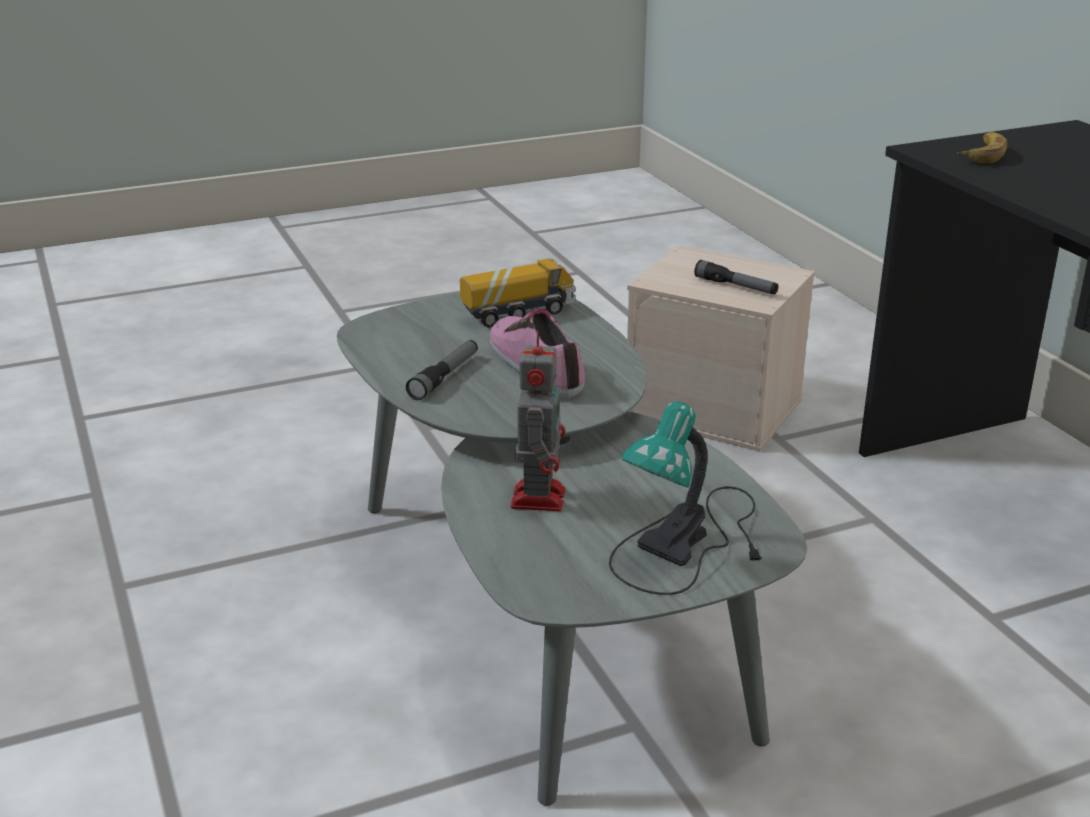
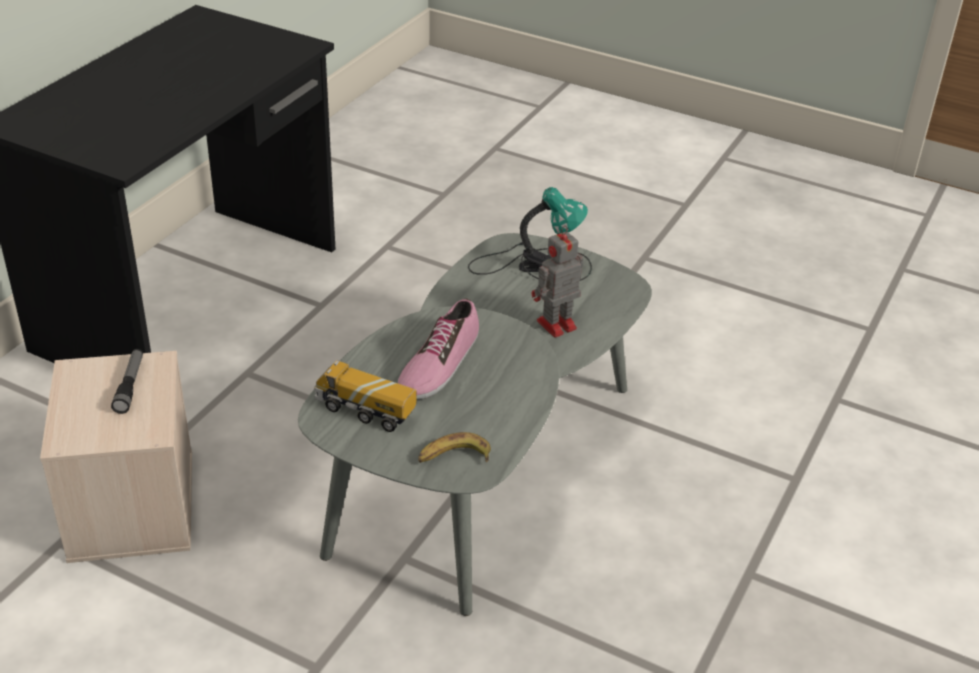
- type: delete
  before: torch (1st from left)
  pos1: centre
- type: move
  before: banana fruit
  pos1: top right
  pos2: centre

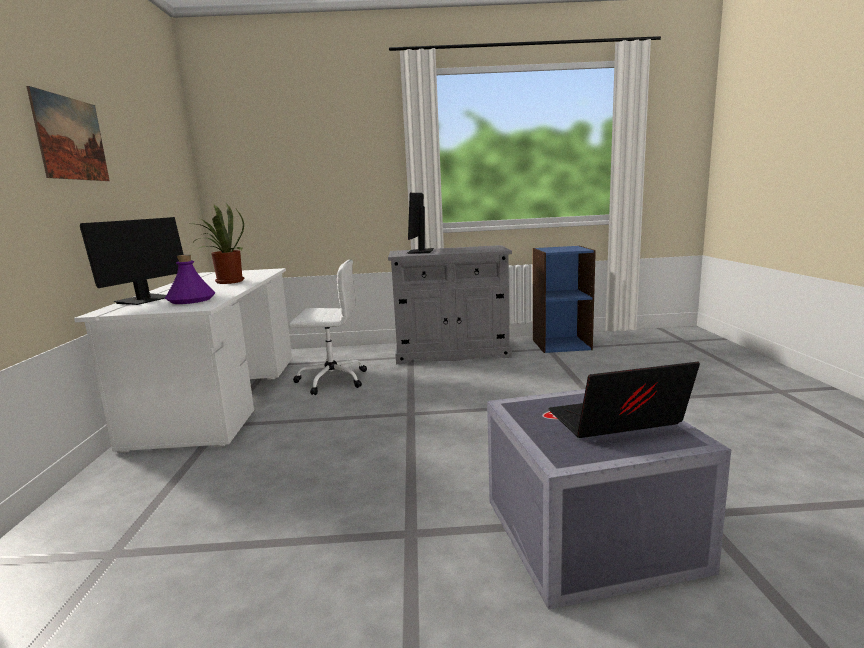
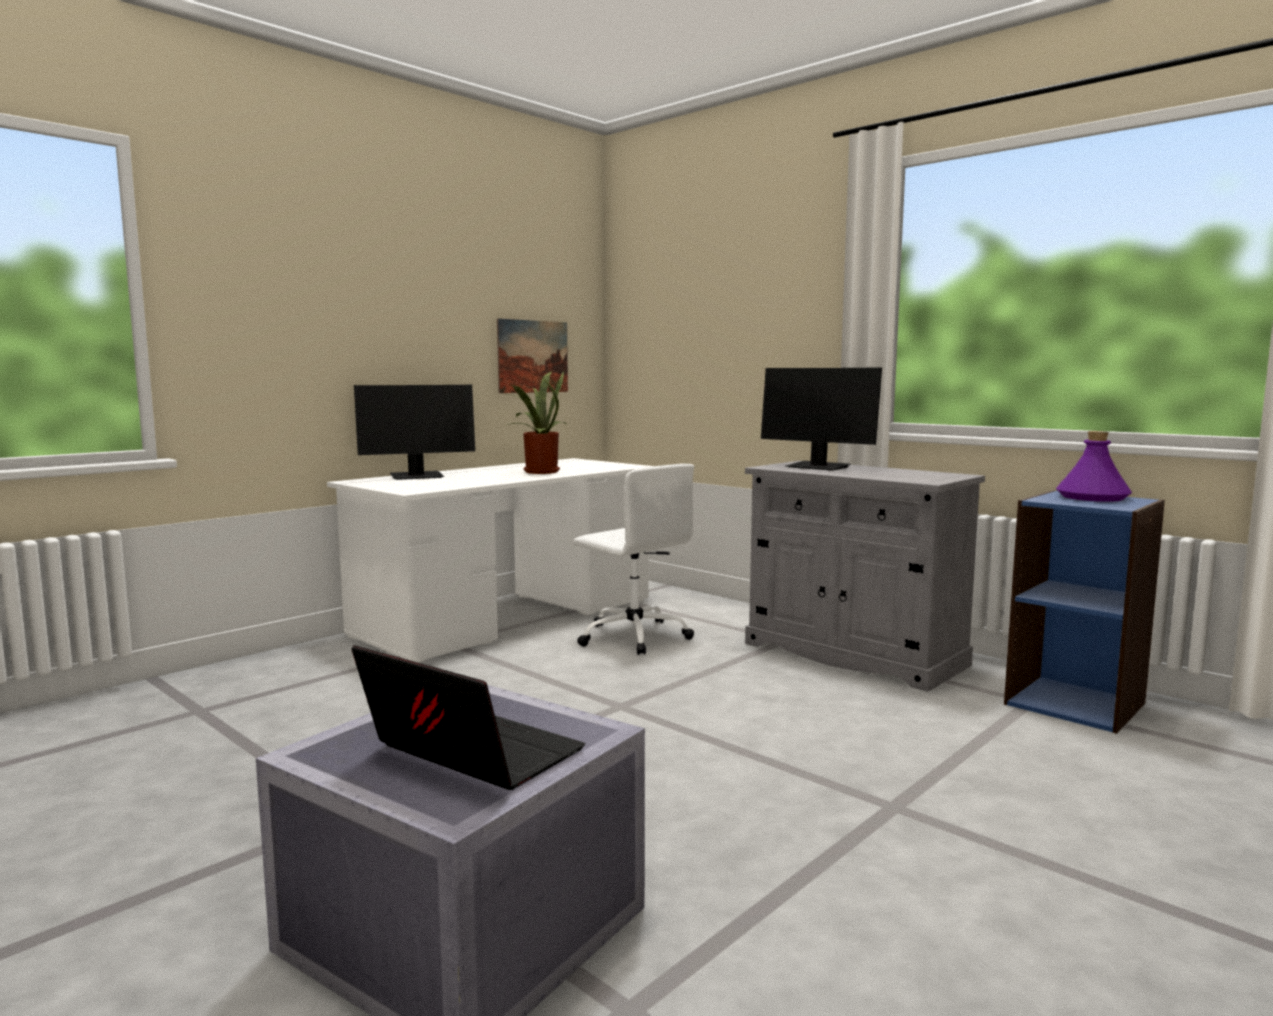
- type: move
  before: wall art
  pos1: top left
  pos2: centre
- type: move
  before: purple-coloured drink bottle
  pos1: middle left
  pos2: middle right
- type: rotate
  before: monitor (2nd from left)
  pos1: centre
  pos2: centre
  turn: -105

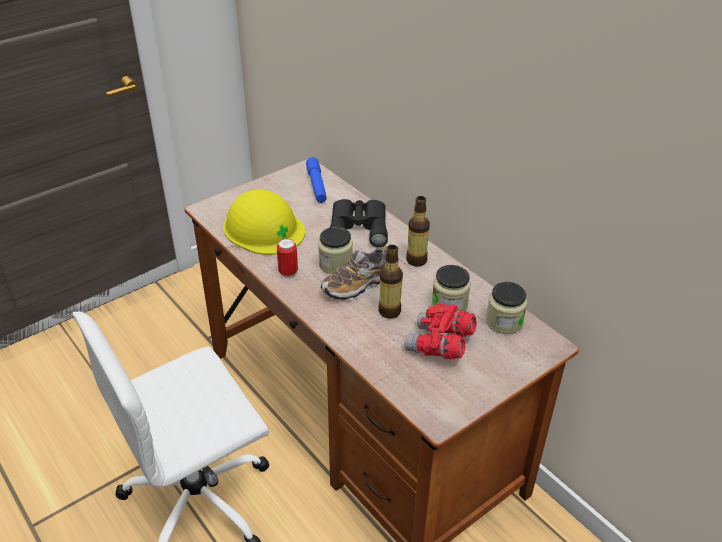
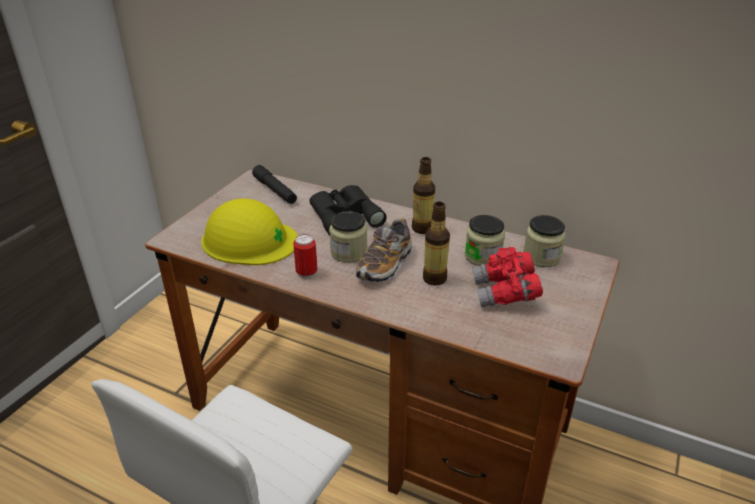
- type: recolor
  before: bluish torch
  after: blackish torch
  pos1: top centre
  pos2: centre

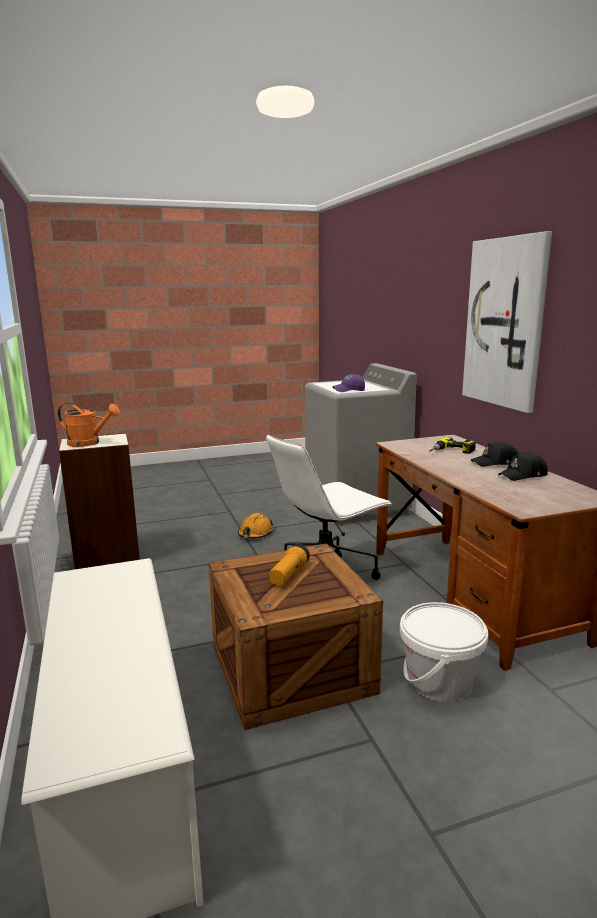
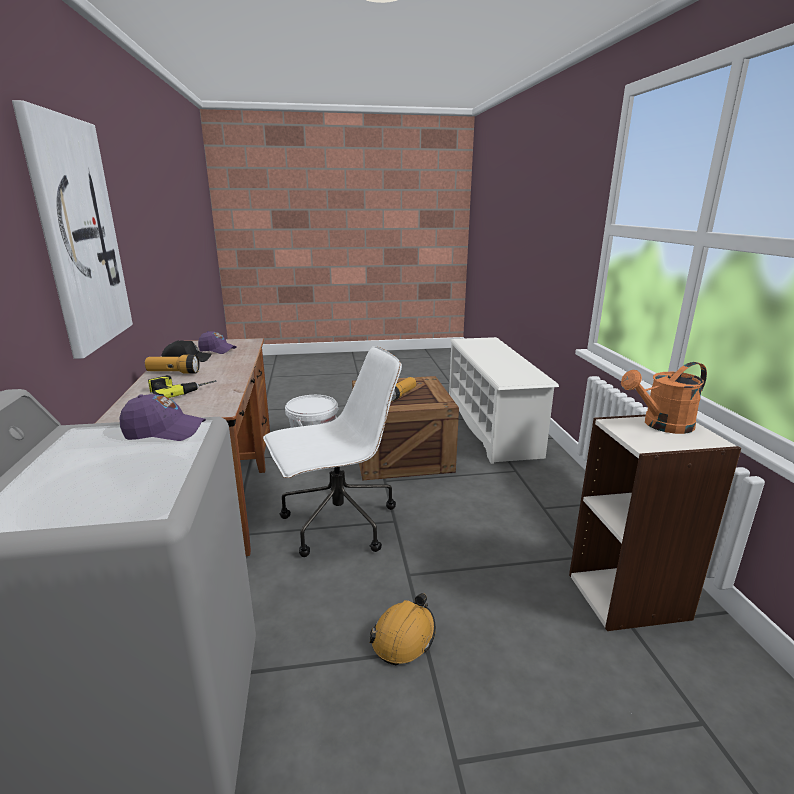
- type: insert
  after: purple-coloured peaked cap (2nd from left)
  pos2: middle left
- type: replace
  before: blackish peaked cap (1st from left)
  after: torch (1st from left)
  pos1: middle right
  pos2: middle left
- type: rotate
  before: orange watering pot
  pos1: middle left
  pos2: middle right
  turn: -45

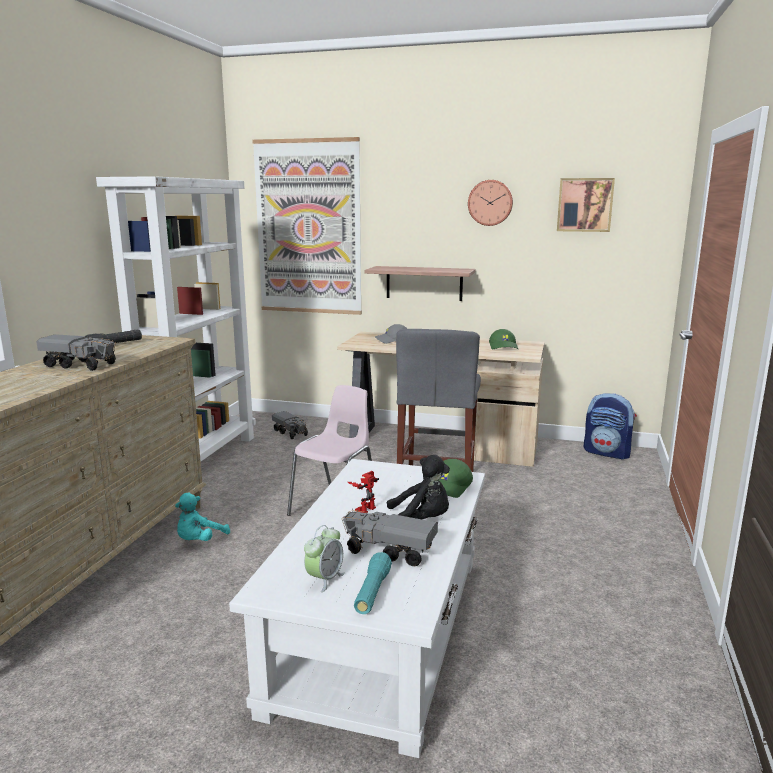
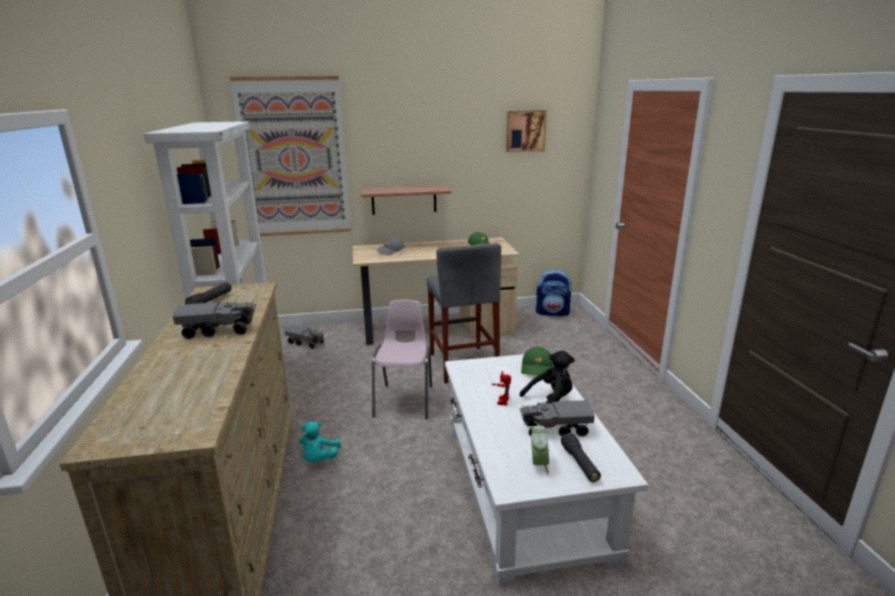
- type: delete
  before: wall clock
  pos1: top centre
- type: recolor
  before: turquoise-coloured torch
  after: blackish torch (2nd from left)
  pos1: bottom centre
  pos2: bottom centre

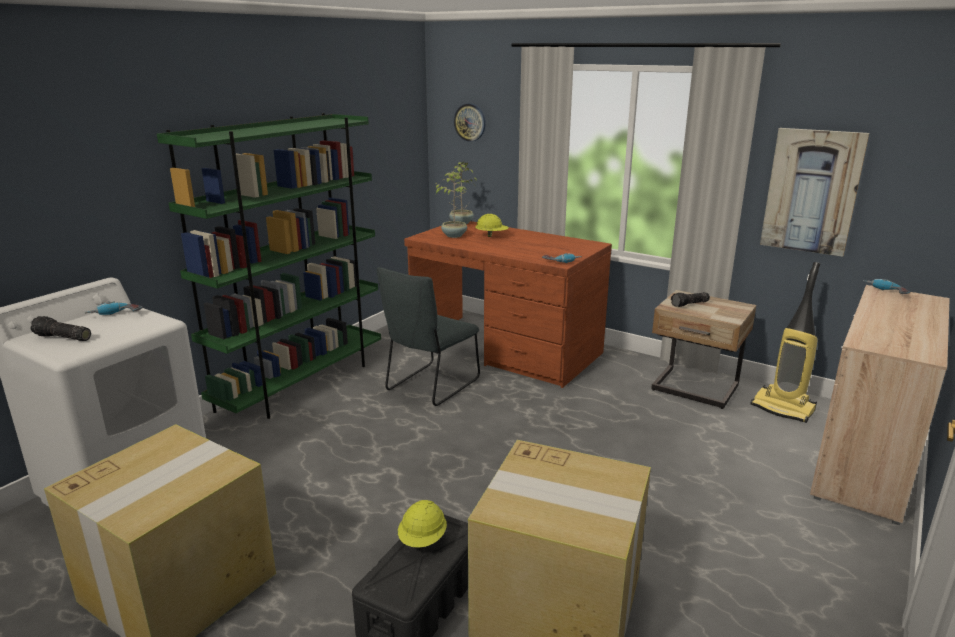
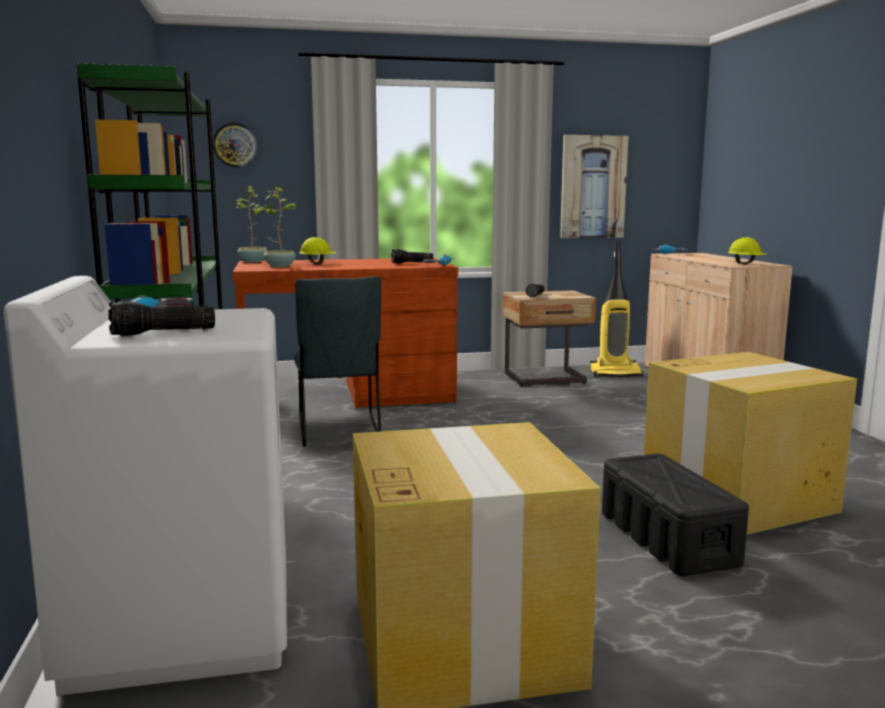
- type: insert
  after: torch (2nd from left)
  pos2: centre
- type: move
  before: yellow-coloured work helmet (1st from left in the first image)
  after: yellow-coloured work helmet (2nd from left)
  pos1: bottom centre
  pos2: middle right

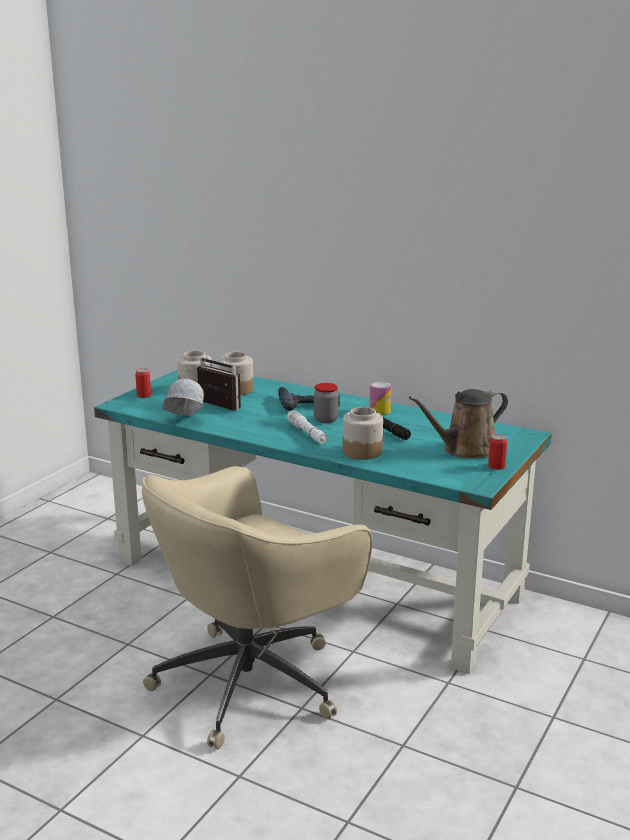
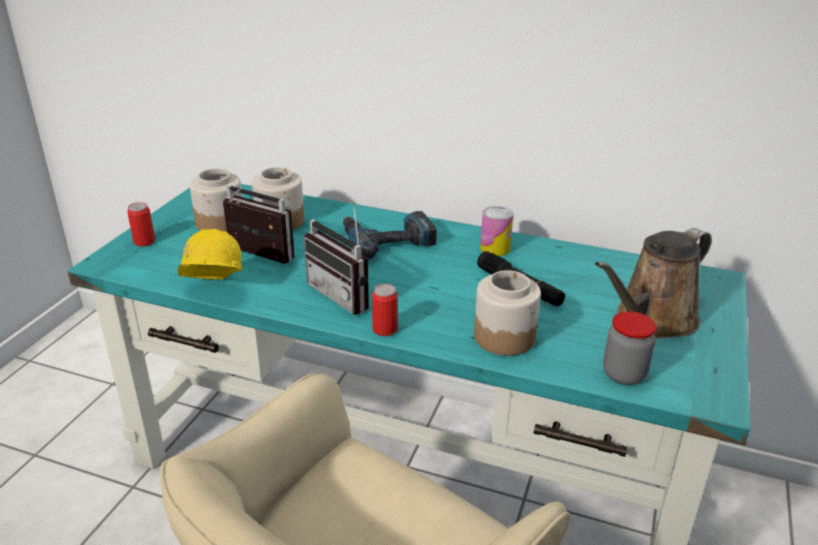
- type: delete
  before: white torch
  pos1: centre
- type: insert
  after: radio receiver (2nd from left)
  pos2: centre
- type: move
  before: preserve jar (3rd from left in the first image)
  after: preserve jar (4th from left)
  pos1: centre
  pos2: middle right
- type: move
  before: can (3rd from left in the first image)
  after: can (2nd from left)
  pos1: middle right
  pos2: centre
- type: recolor
  before: white work helmet
  after: yellow-coloured work helmet
  pos1: middle left
  pos2: middle left

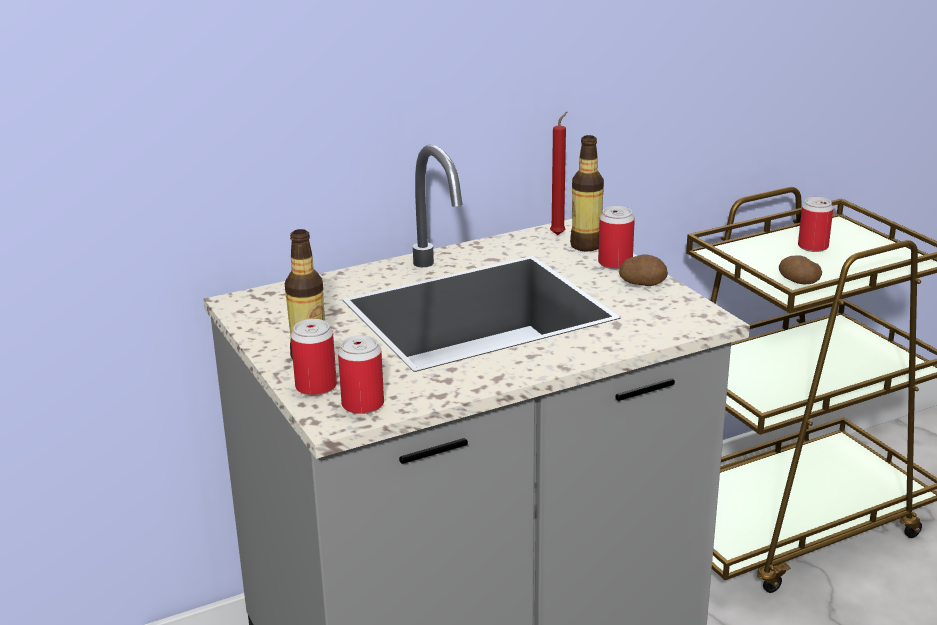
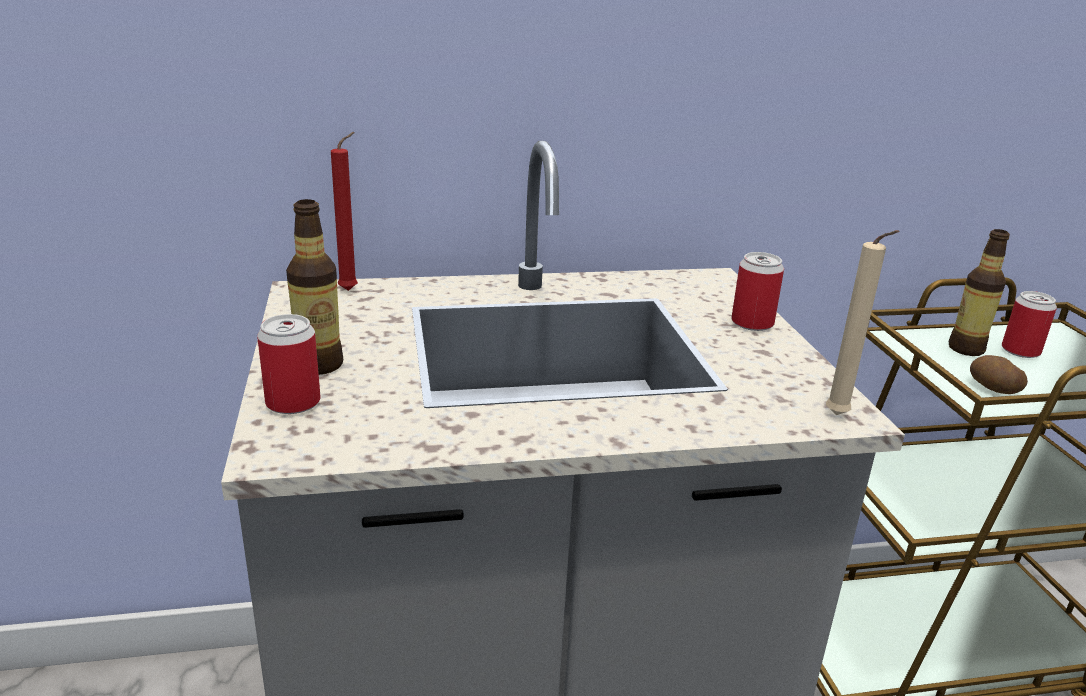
- type: delete
  before: can (2nd from left)
  pos1: centre
- type: delete
  before: whole potato (1st from left)
  pos1: middle right
- type: insert
  after: beige wax light
  pos2: middle right
- type: move
  before: red-coloured wax light
  pos1: top centre
  pos2: top left
- type: move
  before: drink bottle (2nd from left)
  pos1: top centre
  pos2: middle right

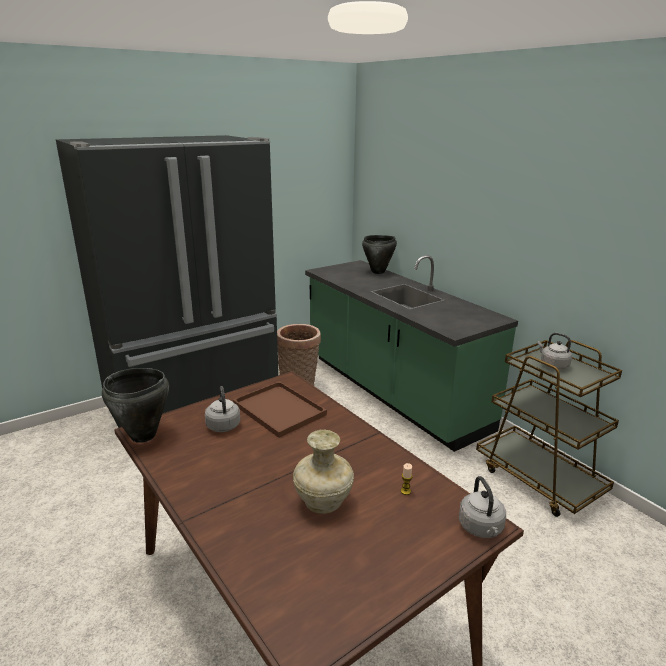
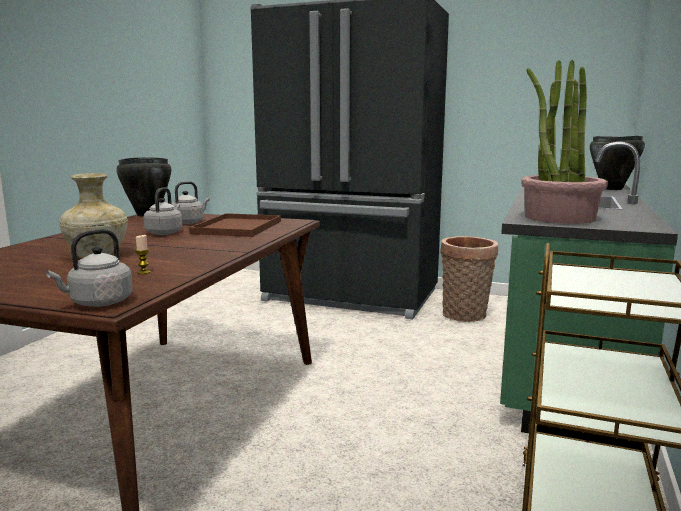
- type: insert
  after: potted plant
  pos2: top right
- type: move
  before: greyish tea kettle (3rd from left in the first image)
  after: greyish tea kettle (2nd from left)
  pos1: middle right
  pos2: middle left

